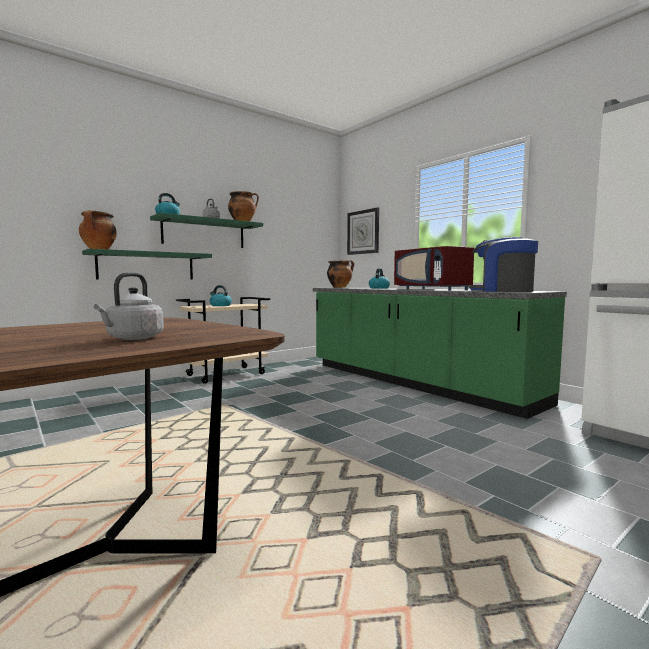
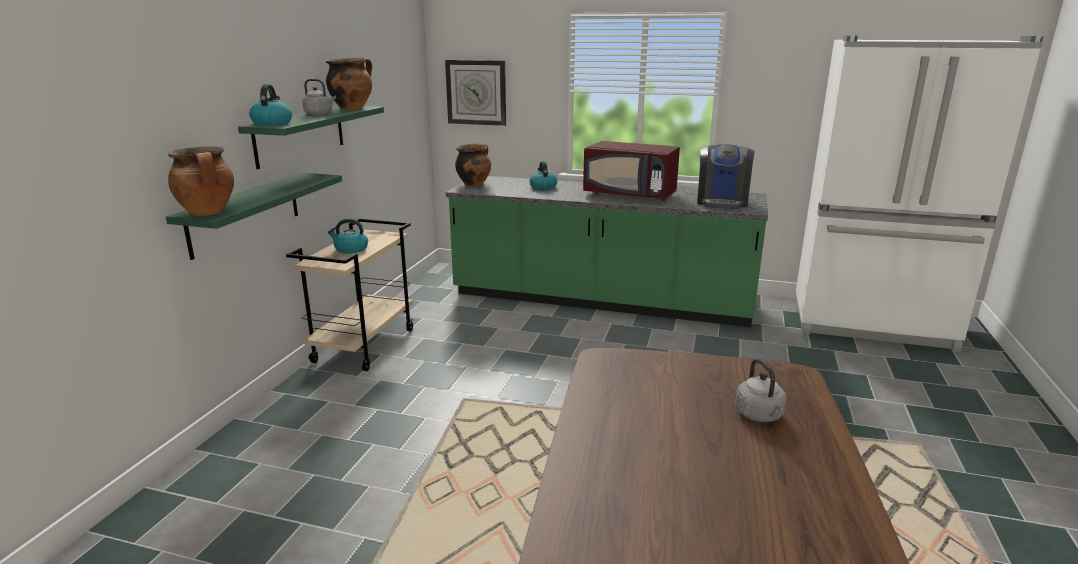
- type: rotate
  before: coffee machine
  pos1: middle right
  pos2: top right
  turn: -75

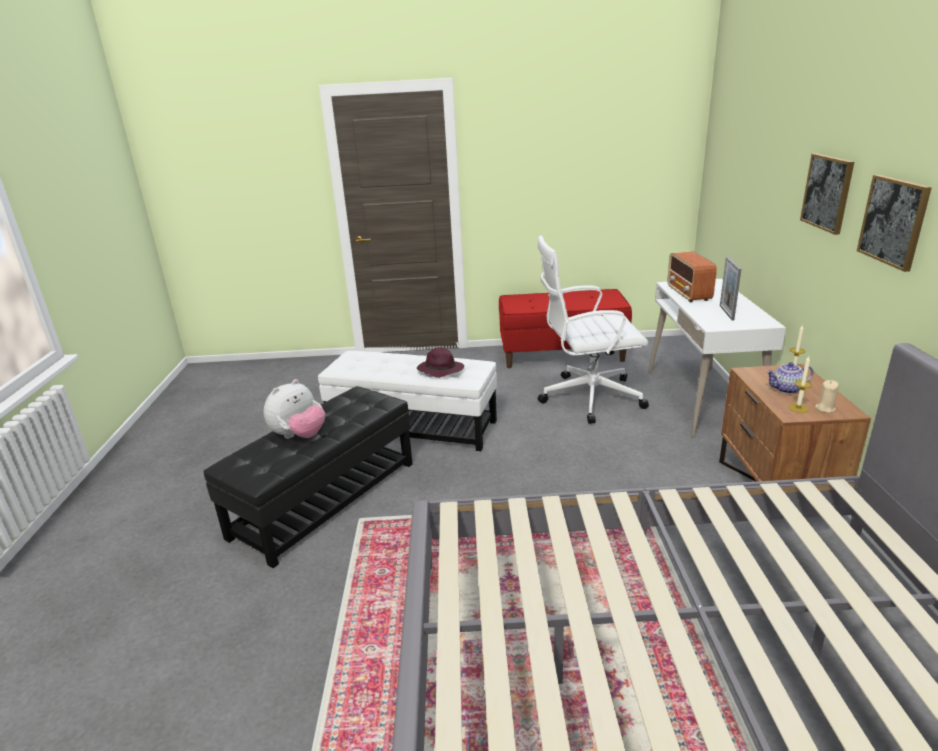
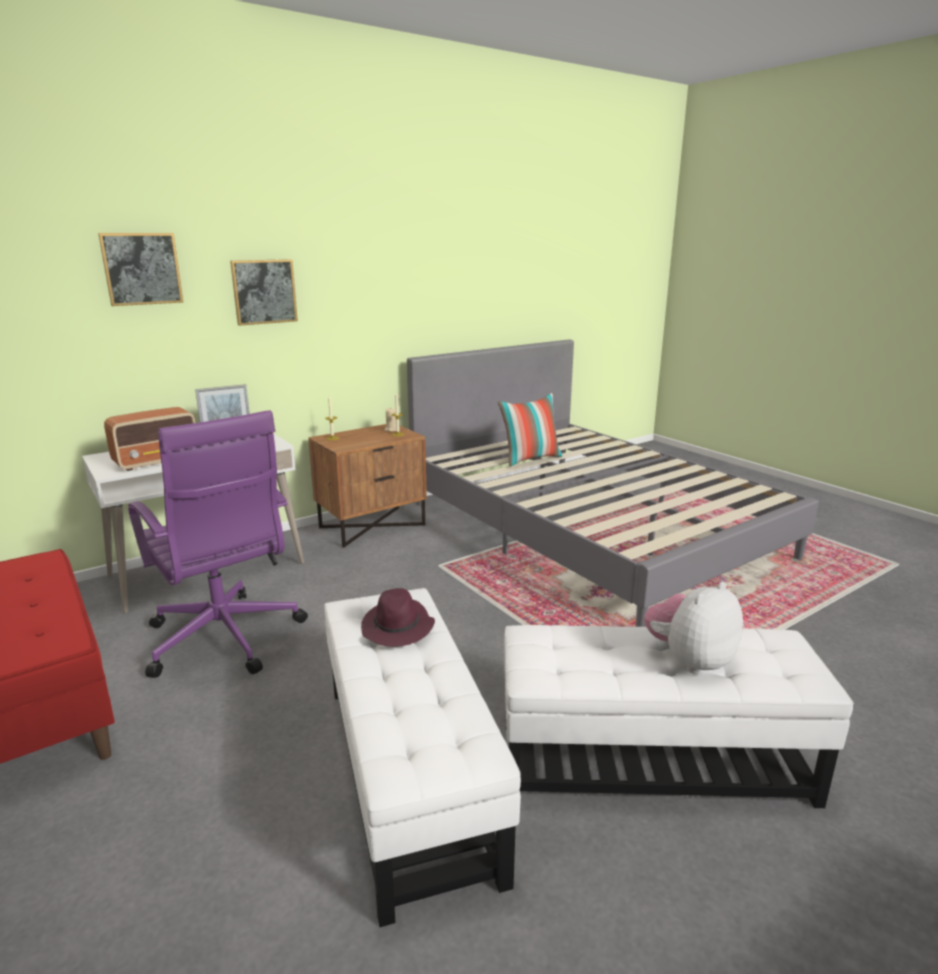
- type: delete
  before: teapot
  pos1: middle right
- type: insert
  after: throw pillow
  pos2: centre
- type: move
  before: wall art (2nd from left in the first image)
  after: wall art (1st from left)
  pos1: top right
  pos2: top left
- type: recolor
  before: blackish footrest
  after: white footrest (2nd from left)
  pos1: middle left
  pos2: bottom right
- type: recolor
  before: white computer chair
  after: purple-coloured computer chair
  pos1: centre
  pos2: middle left
- type: rotate
  before: plush toy
  pos1: middle left
  pos2: middle right
  turn: -45

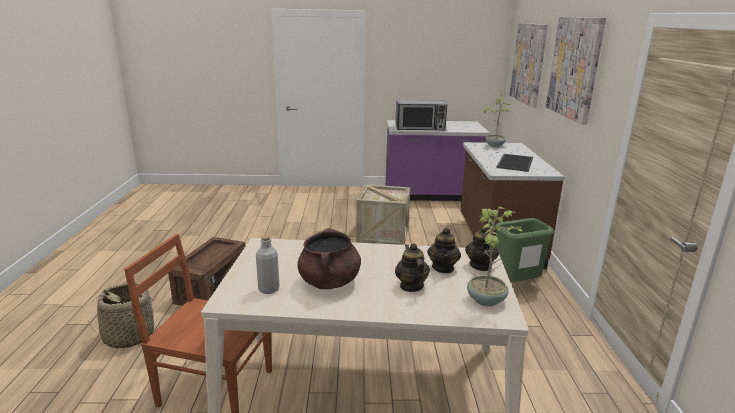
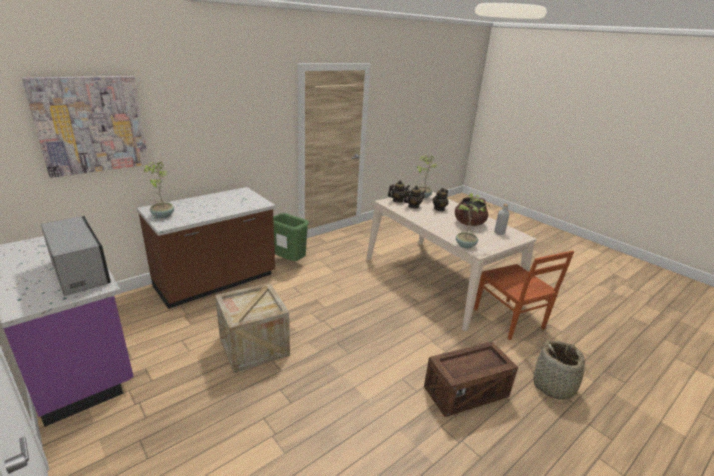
- type: delete
  before: carrying tray
  pos1: middle right
- type: delete
  before: wall art (2nd from left)
  pos1: top right
- type: insert
  after: potted plant (3rd from left)
  pos2: centre

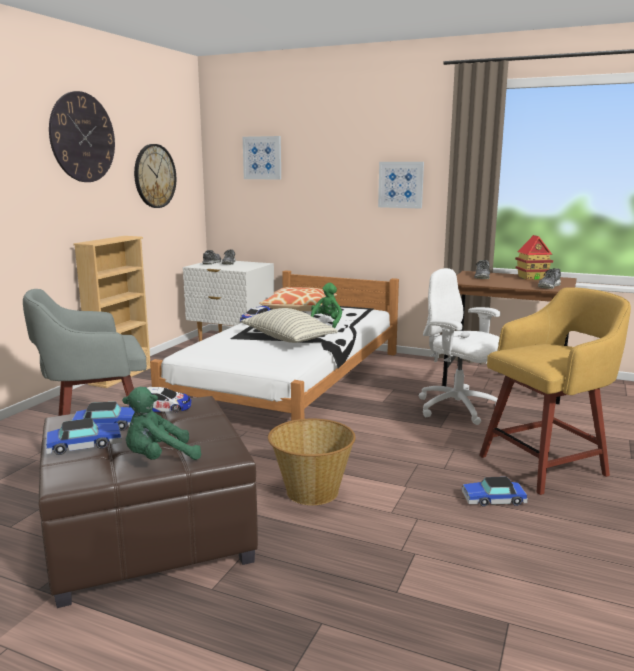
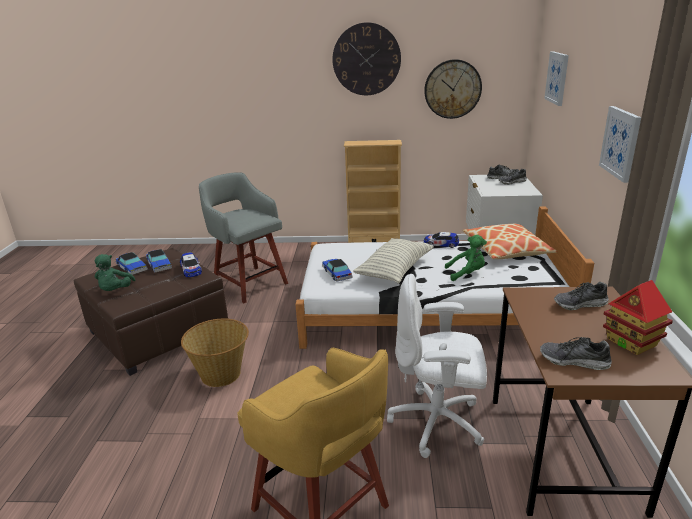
- type: move
  before: toy car (5th from left in the first image)
  after: toy car (4th from left)
  pos1: bottom right
  pos2: centre
- type: rotate
  before: green plush toy (1st from left)
  pos1: middle left
  pos2: middle left
  turn: -135
- type: rotate
  before: white computer chair
  pos1: middle right
  pos2: bottom centre
  turn: -105

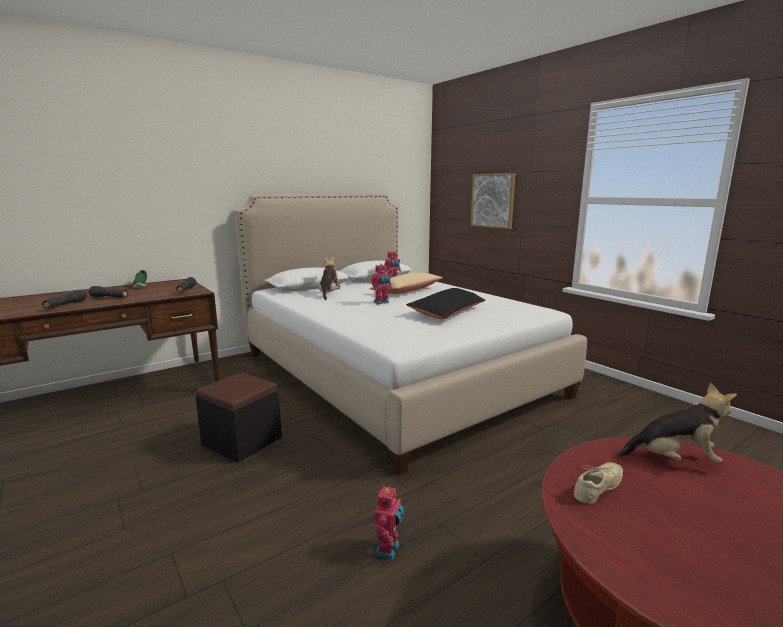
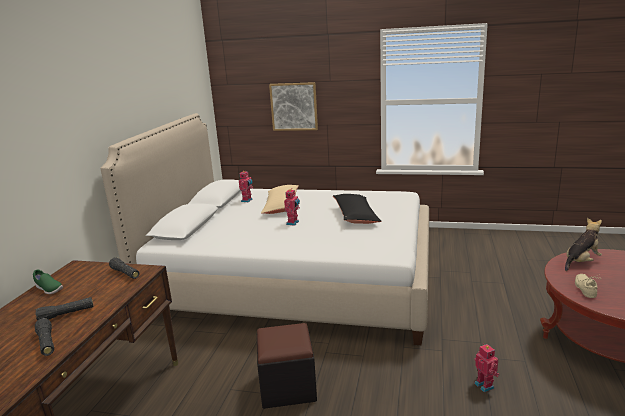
- type: delete
  before: plush toy (1st from left)
  pos1: centre

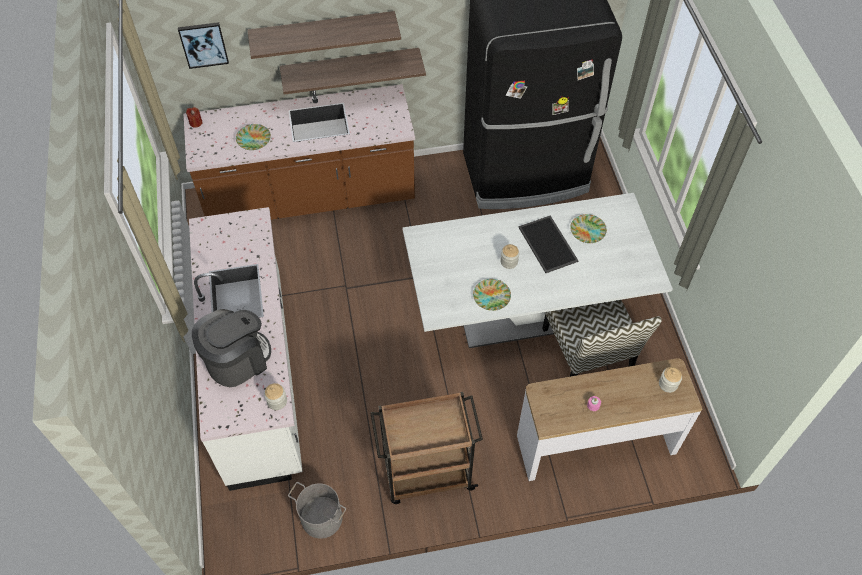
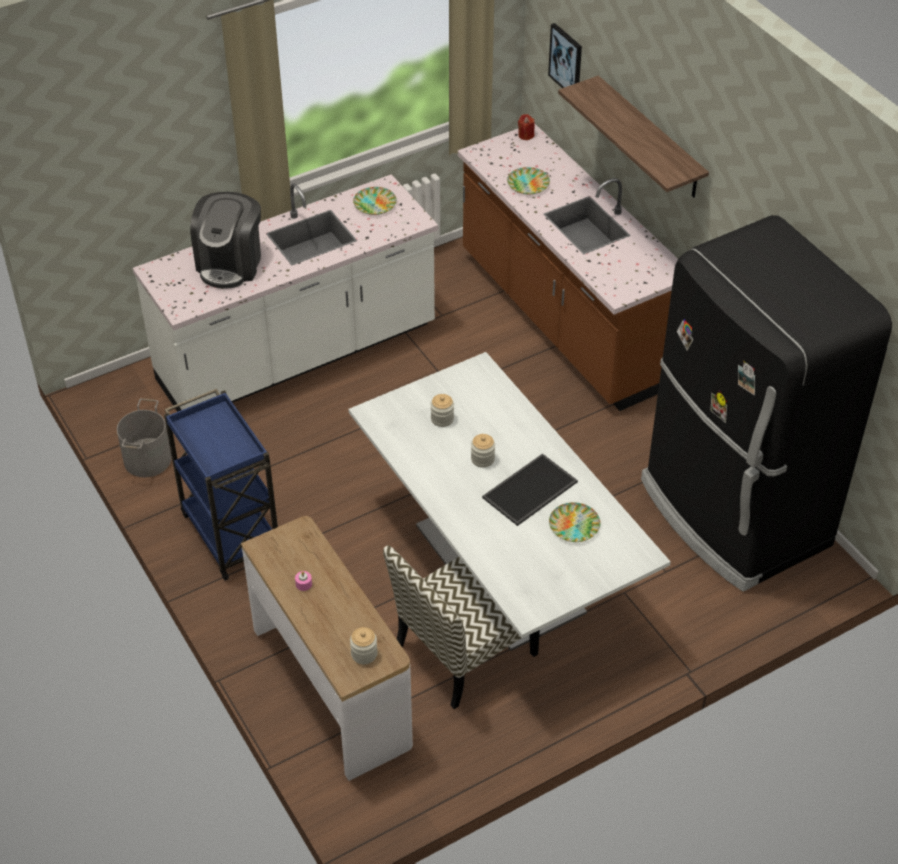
- type: delete
  before: shelf (2nd from left)
  pos1: top centre
- type: move
  before: preserve jar (1st from left in the first image)
  after: preserve jar (2nd from left)
  pos1: bottom left
  pos2: centre
- type: move
  before: dinner plate (2nd from left in the first image)
  after: dinner plate (1st from left)
  pos1: centre
  pos2: top centre
- type: recolor
  before: brownish trolley
  after: bluish trolley
  pos1: bottom centre
  pos2: middle left
- type: rotate
  before: coffee machine
  pos1: middle left
  pos2: top left
  turn: 75

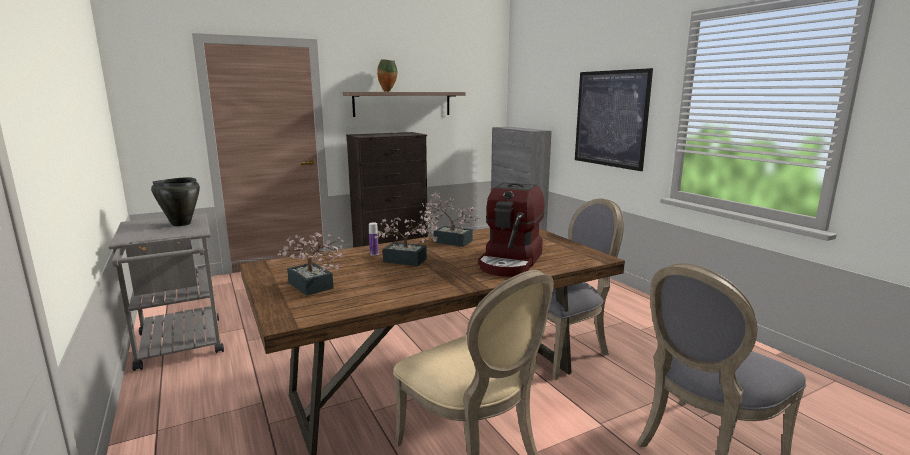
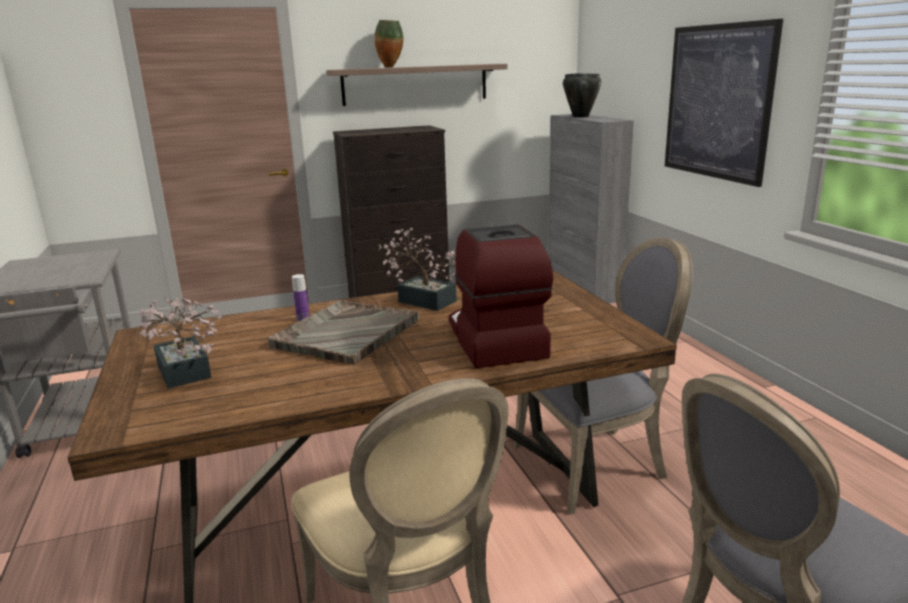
- type: move
  before: blackish cooking pot
  pos1: middle left
  pos2: top centre
- type: replace
  before: potted plant (2nd from left)
  after: greyish carrying tray
  pos1: centre
  pos2: centre
- type: rotate
  before: coffee machine
  pos1: centre
  pos2: centre
  turn: 135

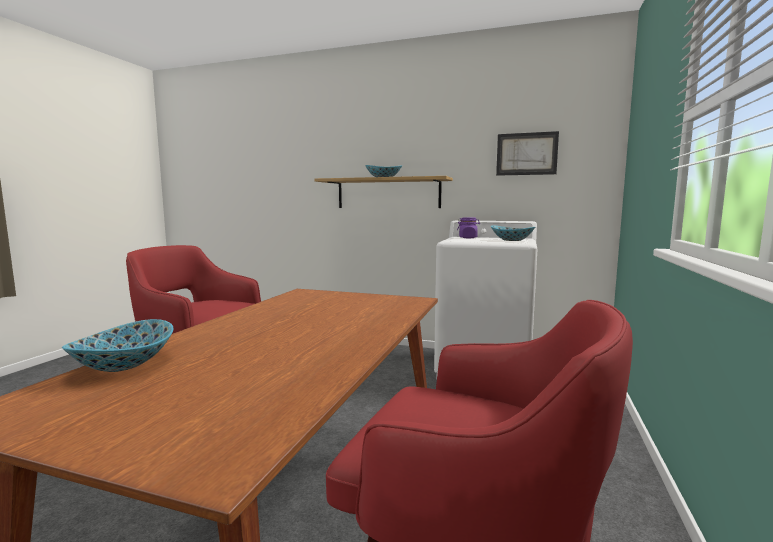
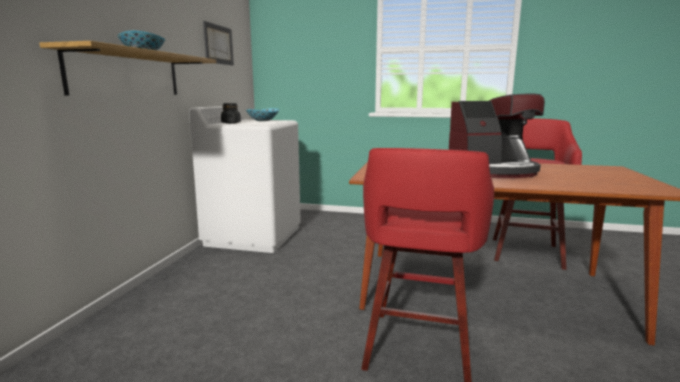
- type: delete
  before: deep dish (1st from left)
  pos1: middle left
- type: insert
  after: coffee machine
  pos2: middle right
- type: recolor
  before: purple-coloured preserve jar
  after: blackish preserve jar
  pos1: centre
  pos2: top centre

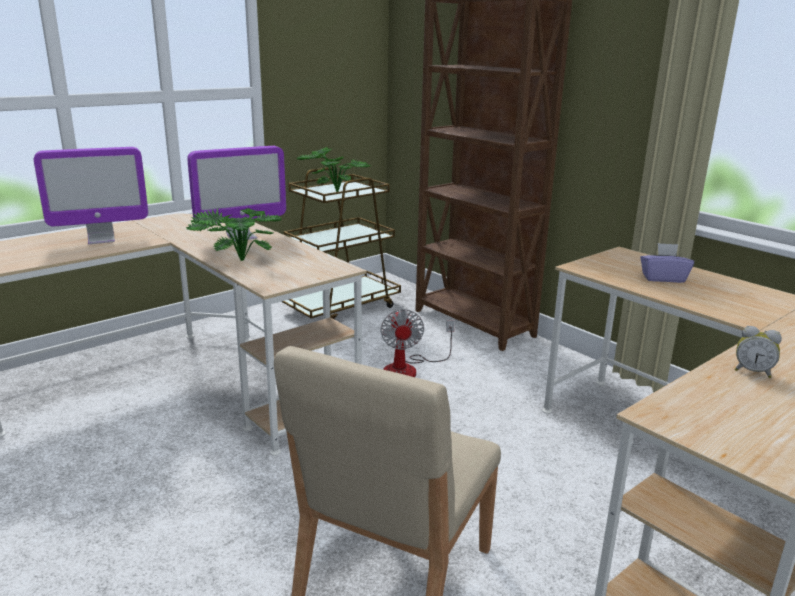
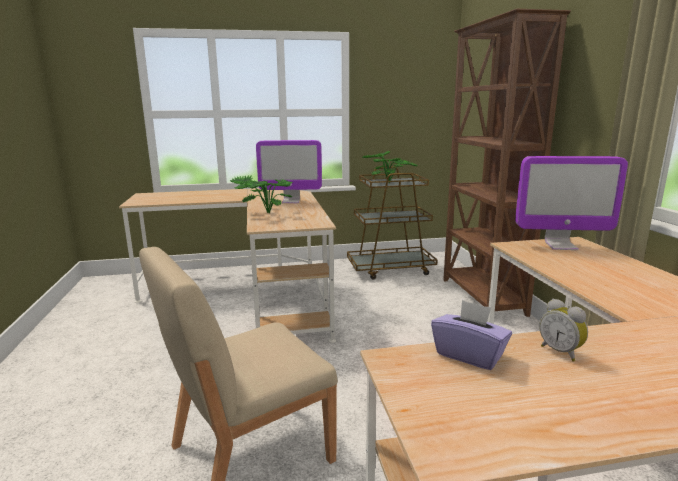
- type: delete
  before: fan
  pos1: centre
- type: move
  before: monitor (1st from left in the first image)
  after: monitor (2nd from left)
  pos1: top left
  pos2: middle right
- type: move
  before: purple-coloured tissue box
  pos1: middle right
  pos2: bottom right

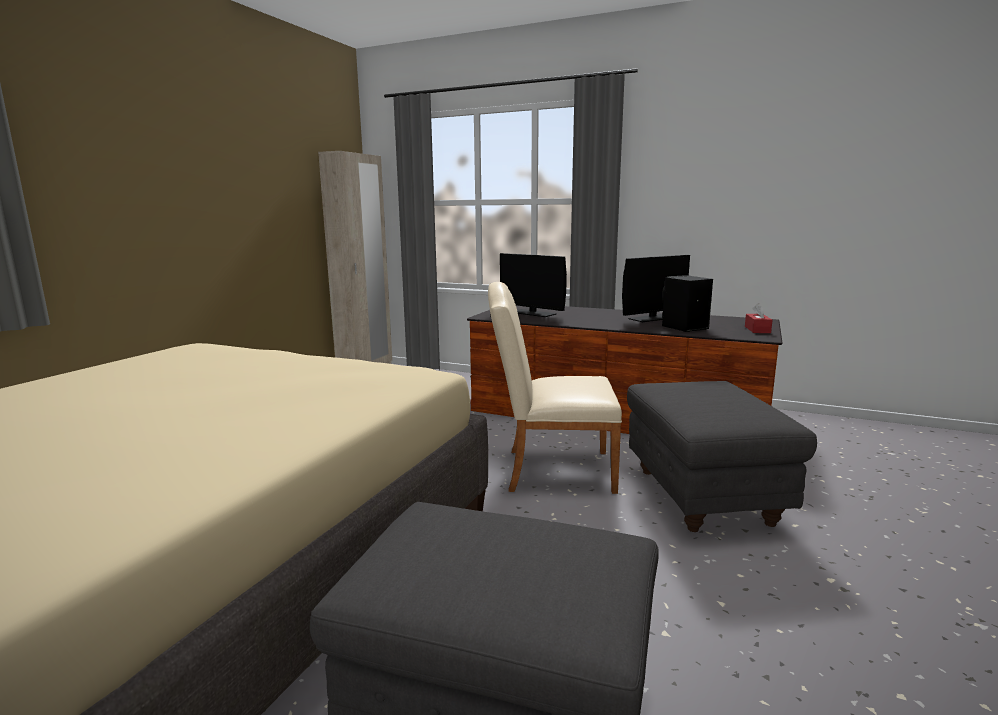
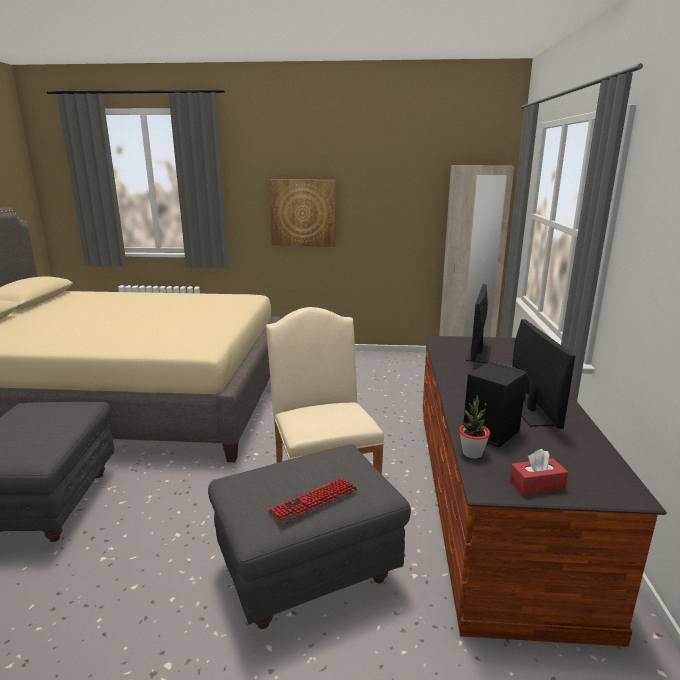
- type: insert
  after: computer keyboard
  pos2: bottom centre
- type: insert
  after: wall art
  pos2: top centre
- type: insert
  after: potted plant
  pos2: middle right
- type: rotate
  before: monitor (2nd from left)
  pos1: centre
  pos2: middle right
  turn: -135

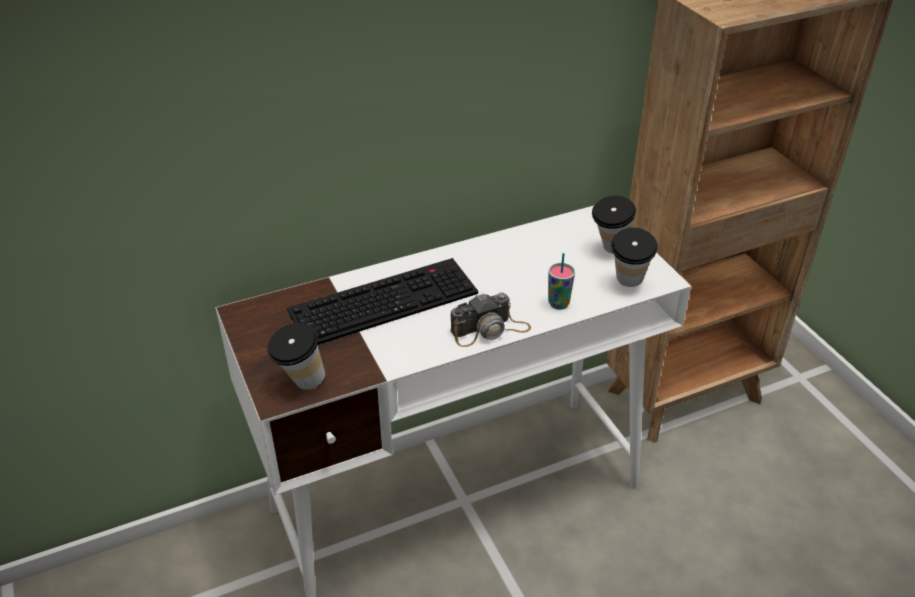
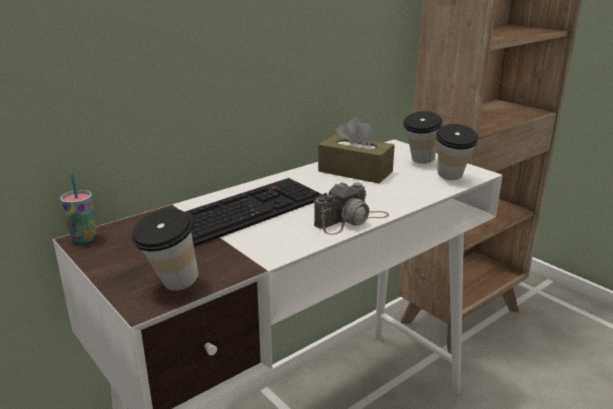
- type: insert
  after: brownish tissue box
  pos2: centre
- type: move
  before: cup (2nd from left in the first image)
  after: cup (1st from left)
  pos1: centre
  pos2: middle left

